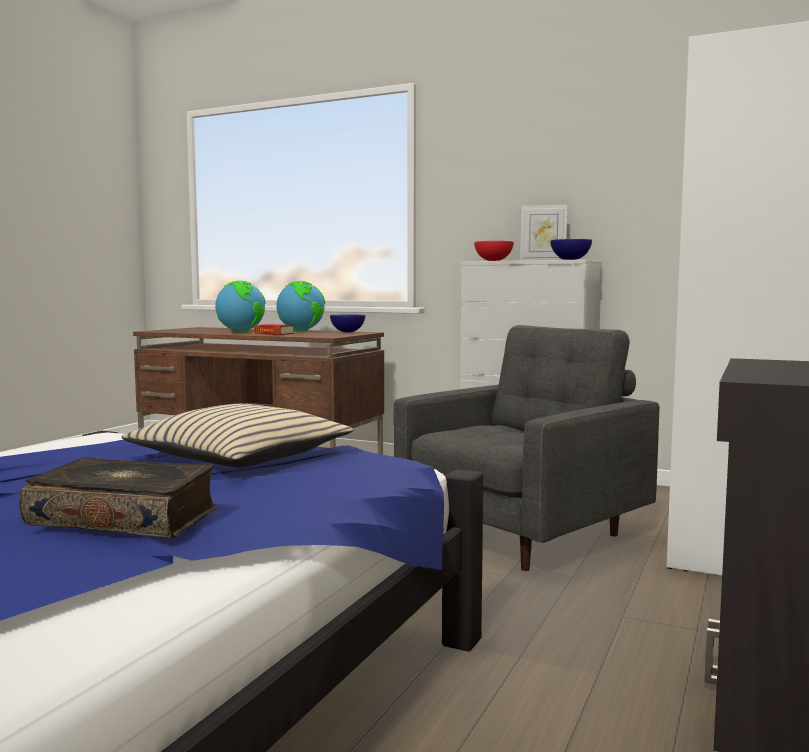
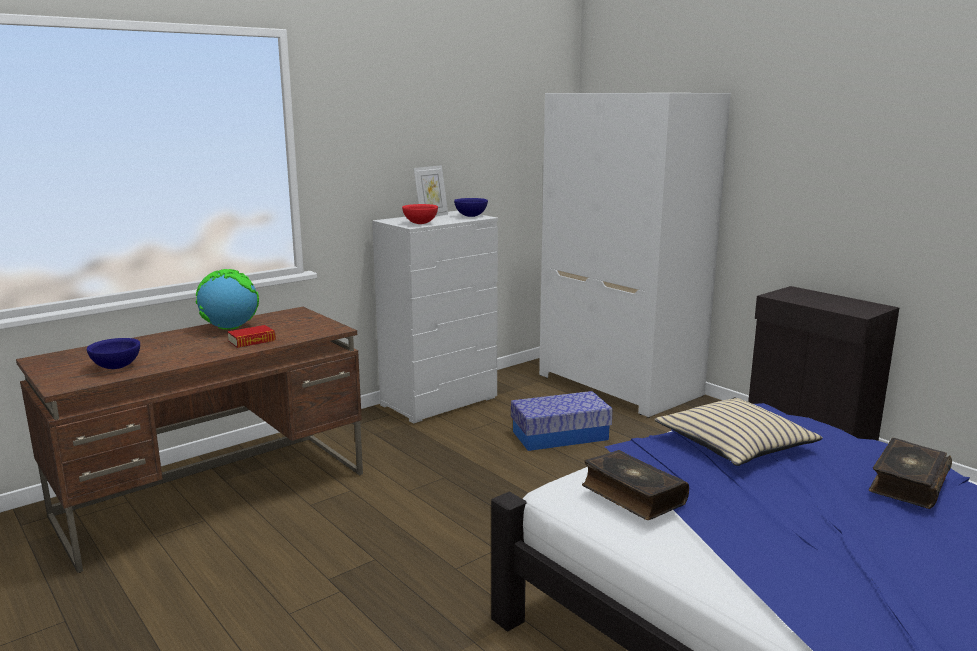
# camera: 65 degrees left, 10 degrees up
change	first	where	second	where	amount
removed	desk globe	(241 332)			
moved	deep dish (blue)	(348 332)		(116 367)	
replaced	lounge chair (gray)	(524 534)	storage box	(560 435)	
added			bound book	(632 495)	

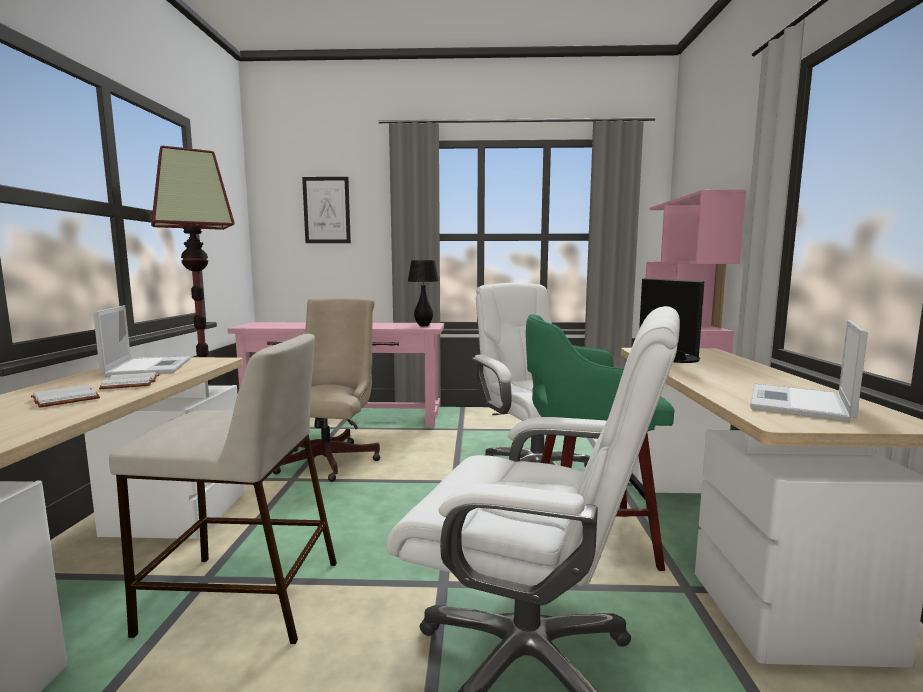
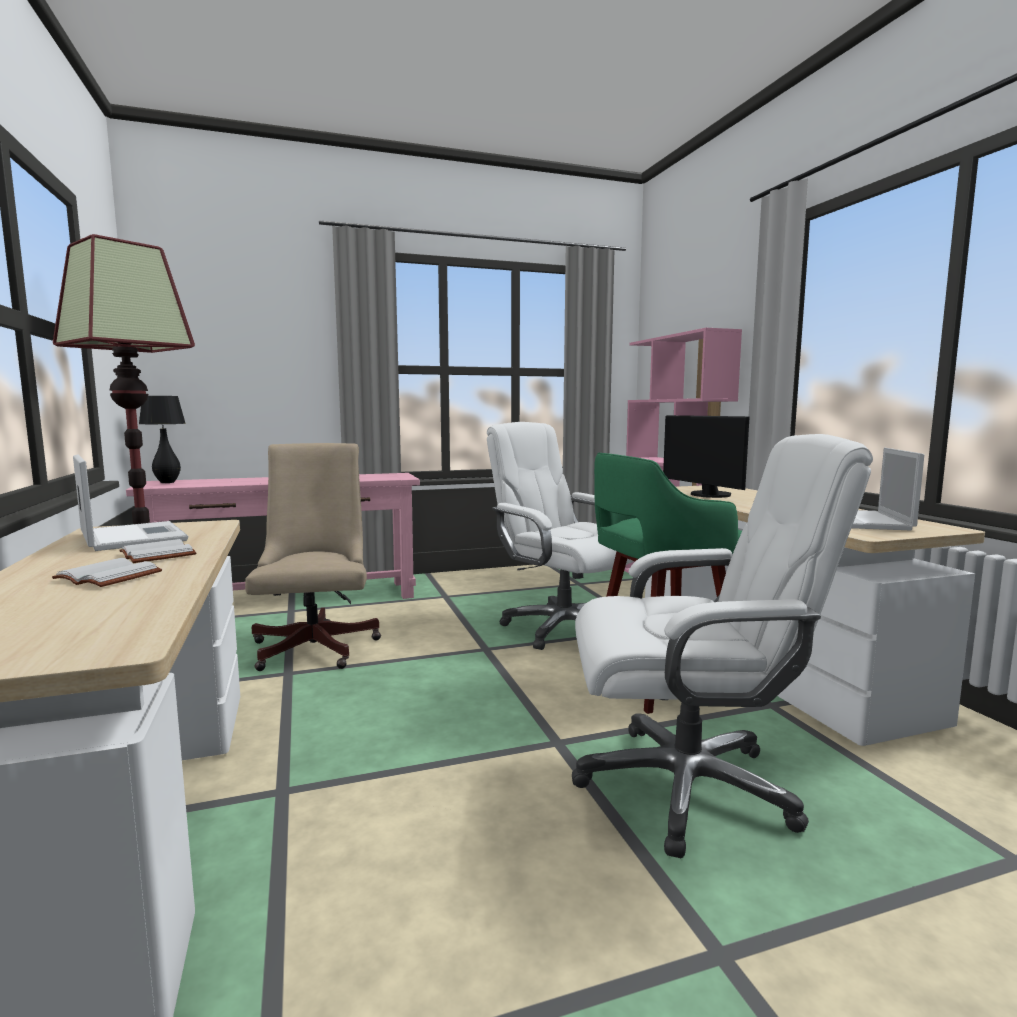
# camera: 20 degrees left, 0 degrees up
change	first	where	second	where	amount
removed	sitting stool (sand-coloured)	(241 596)			
removed	wall art	(326 210)			
moved	tabletop lamp (blackish)	(423 325)		(167 482)	

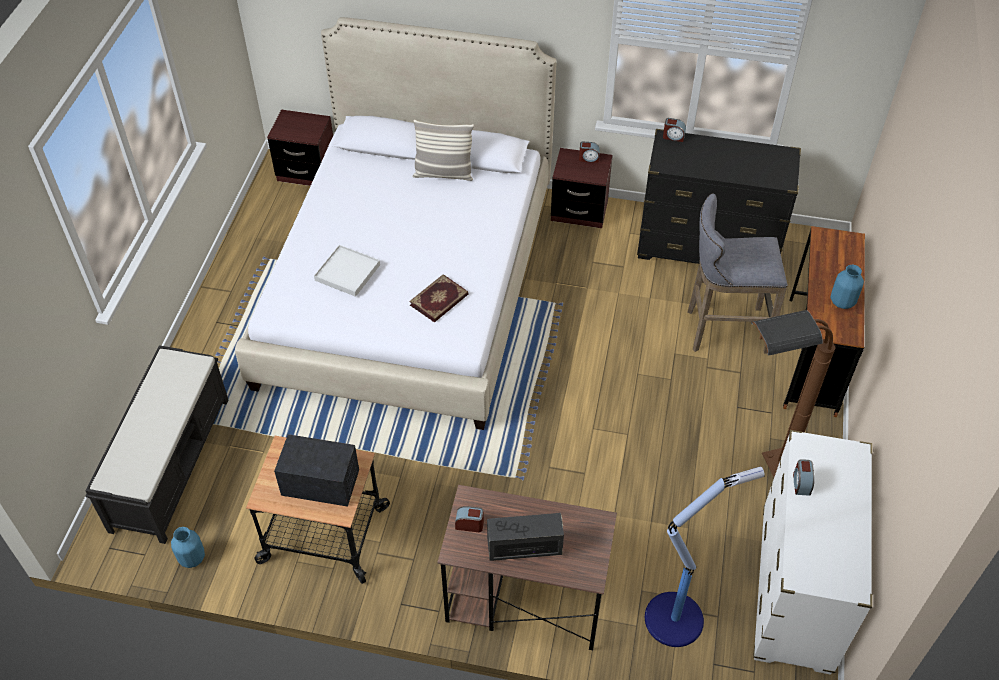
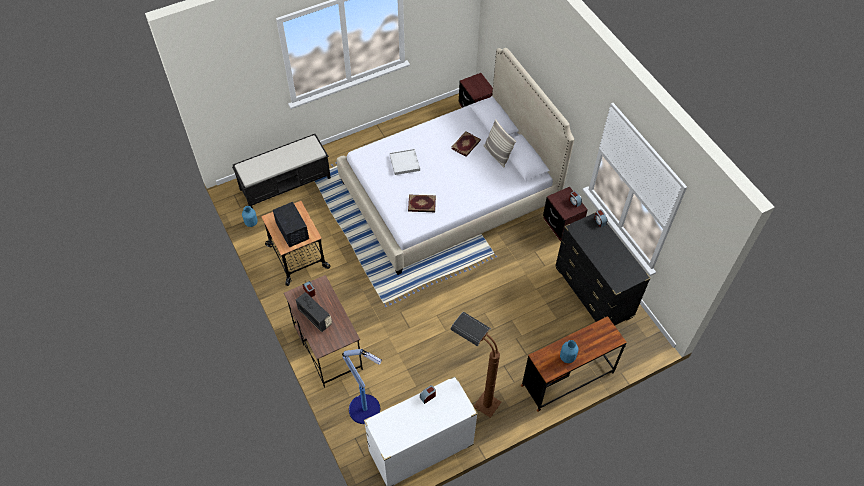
# camera: 50 degrees right, 5 degrees up
change	first	where	second	where	amount
removed	sitting stool (gray)	(722 330)			
added			bound book	(466 145)	

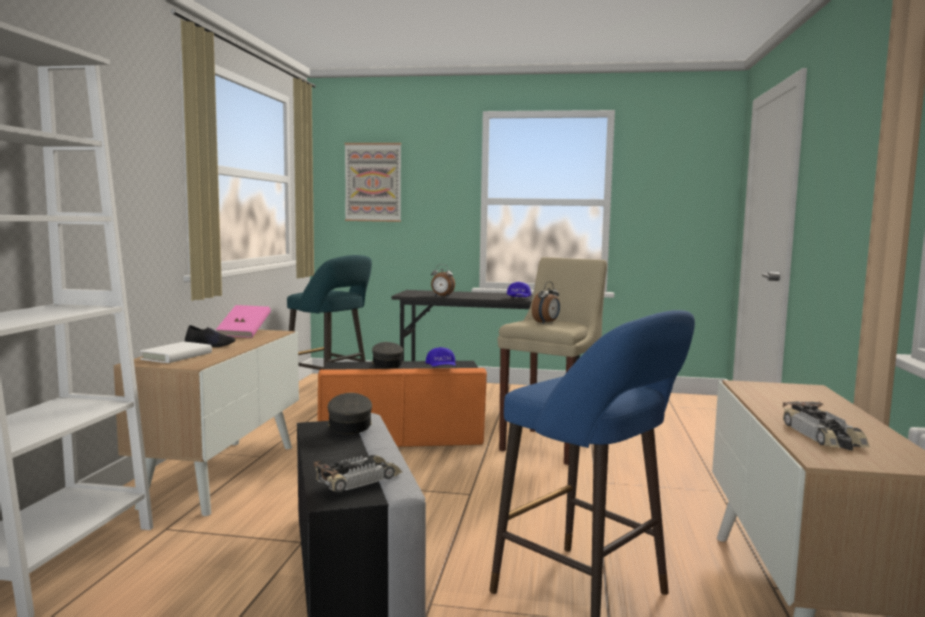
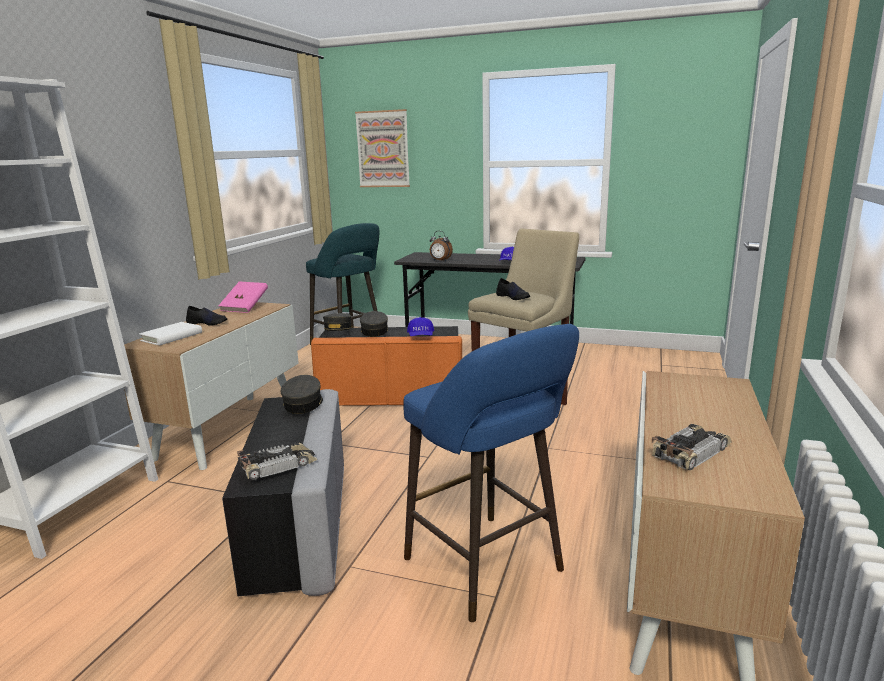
# camera: 10 degrees right, 10 degrees up
change	first	where	second	where	amount
replaced	bedside clock	(546 323)	item of footwear (blackish)	(513 297)	
turned	model car	(823 436)		(692 452)	135 degrees counterclockwise
added			peaked cap (gray)	(337 331)	

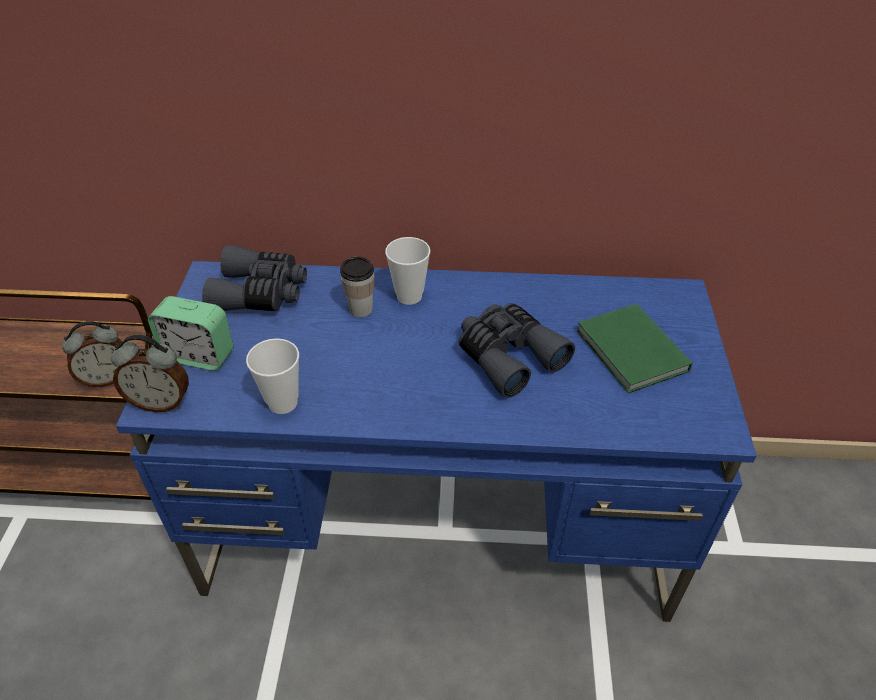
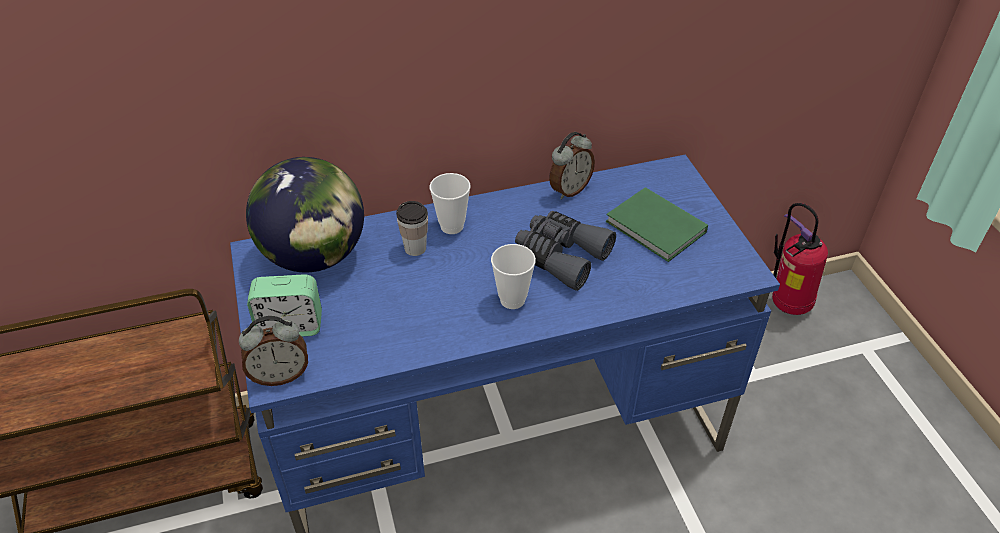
# camera: 20 degrees left, 0 degrees up
change	first	where	second	where	amount
moved	bedside clock	(107 378)		(569 190)	
replaced	binoculars (gray)	(260 293)	desk globe	(315 256)	
moved	cup	(283 403)		(512 300)	
added			fire extinguisher	(786 305)	

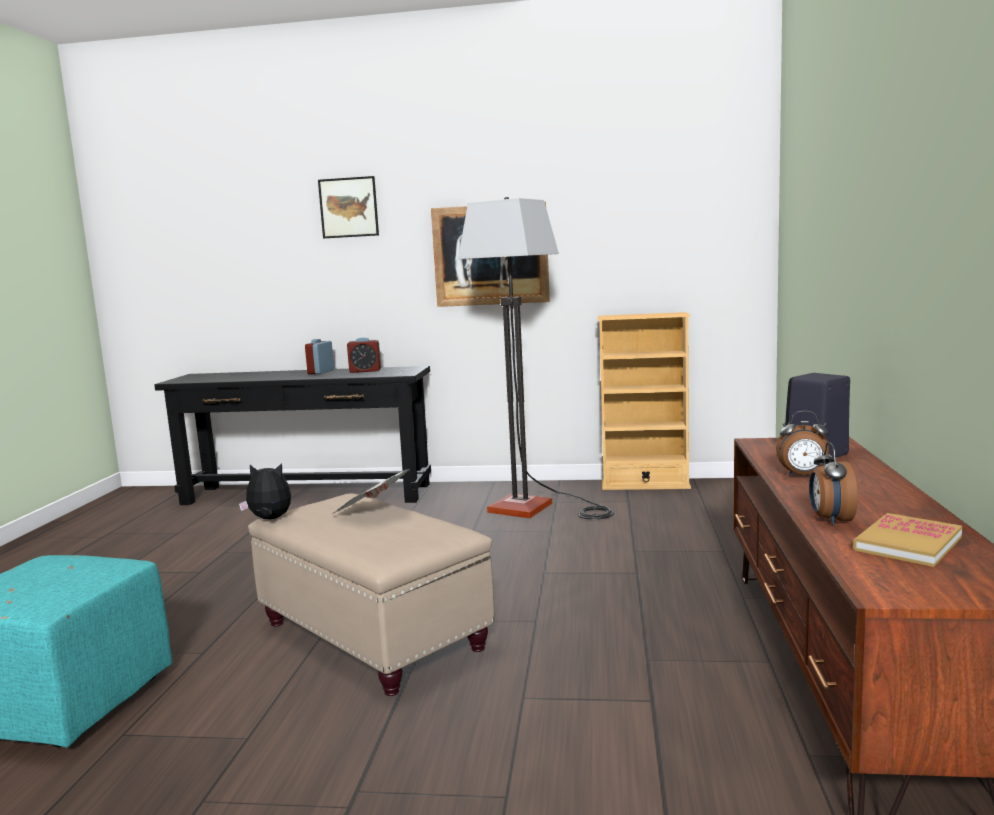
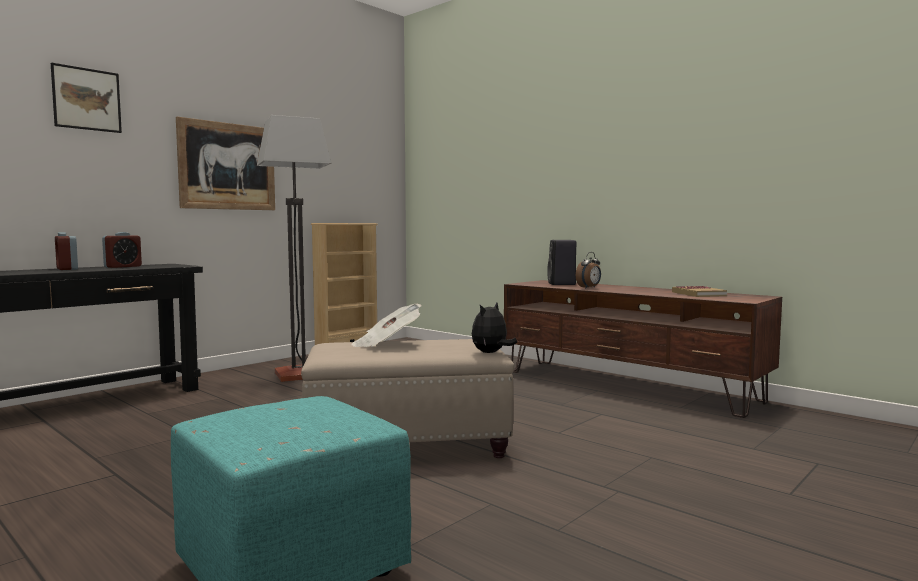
# camera: 55 degrees left, 5 degrees down
change	first	where	second	where	amount
moved	plush toy	(270 519)		(491 353)	
removed	bedside clock	(830 520)			

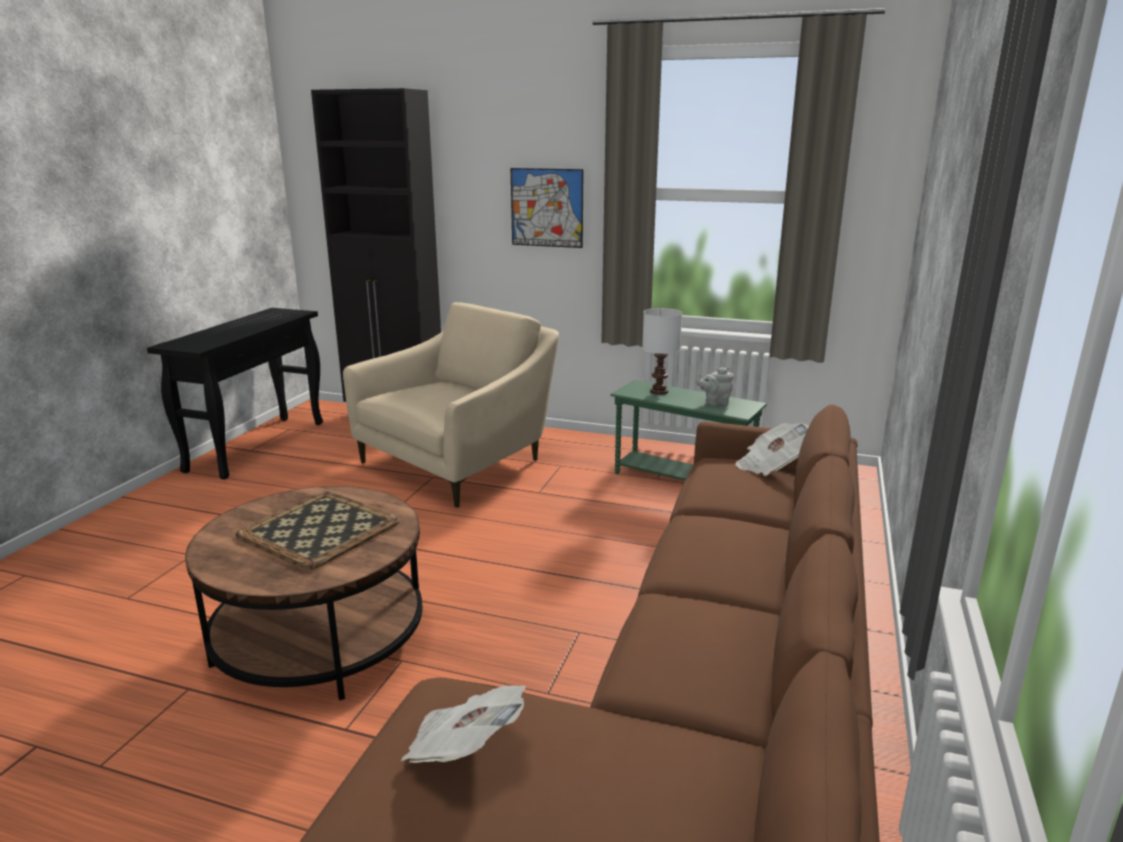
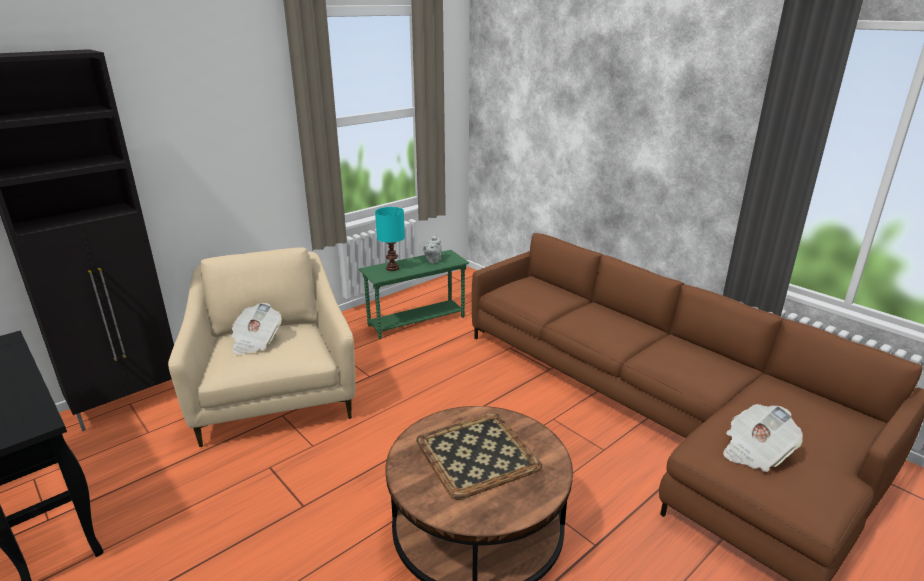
# camera: 60 degrees left, 5 degrees up
change	first	where	second	where	amount
removed	wall art	(547 208)			
recoloured	tabletop lamp (white-coloured)	(658 391)	tabletop lamp (turquoise-coloured)	(392 268)	
moved	newspaper	(771 466)		(256 341)	

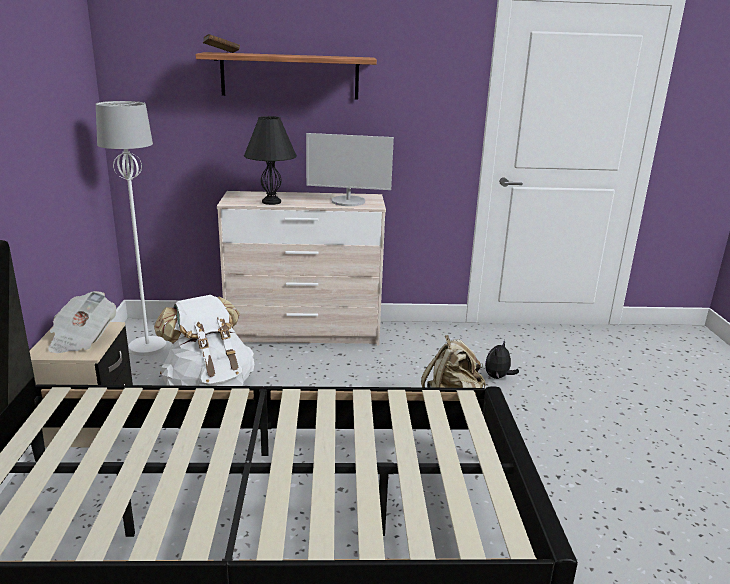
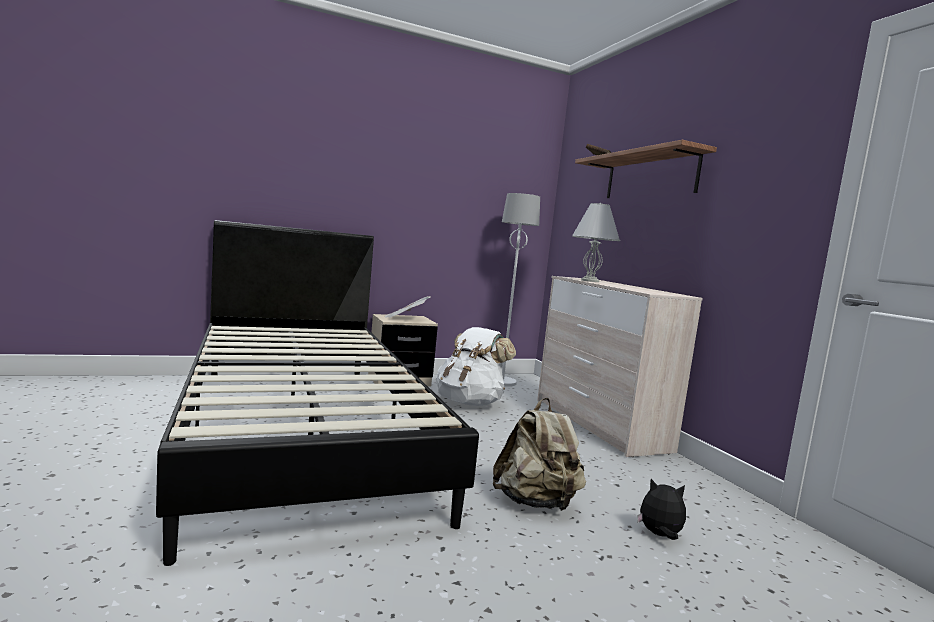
# camera: 70 degrees right, 15 degrees down
change	first	where	second	where	amount
recoloured	tabletop lamp (blackish)	(271 202)	tabletop lamp (white-coloured)	(589 281)	
removed	computer display	(348 201)			

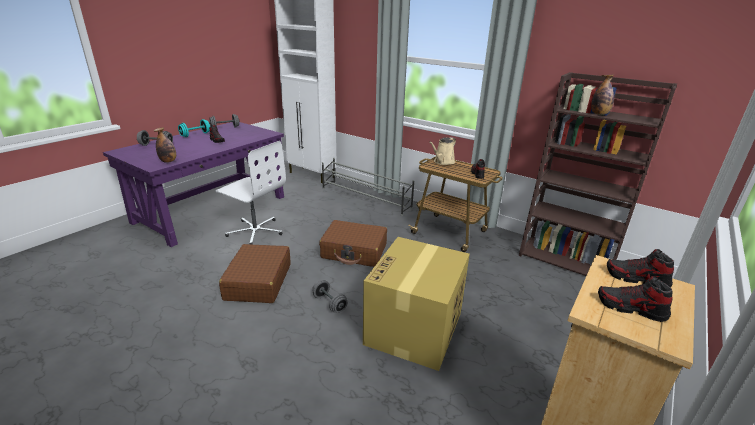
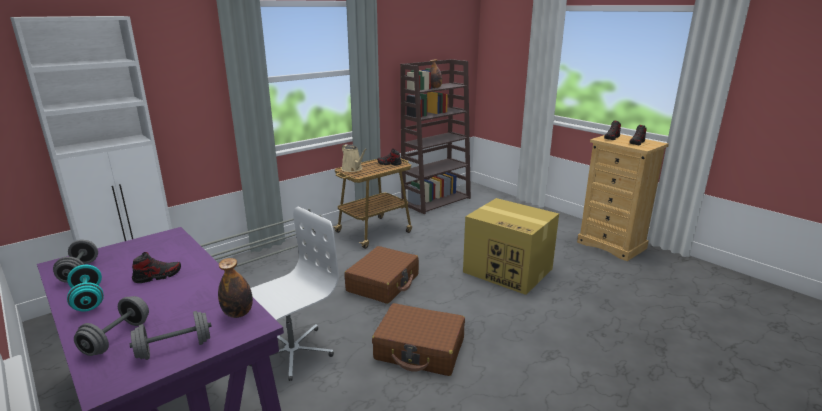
# camera: 75 degrees left, 5 degrees down
change	first	where	second	where	amount
moved	free weight (gray)	(329 303)		(174 348)	

